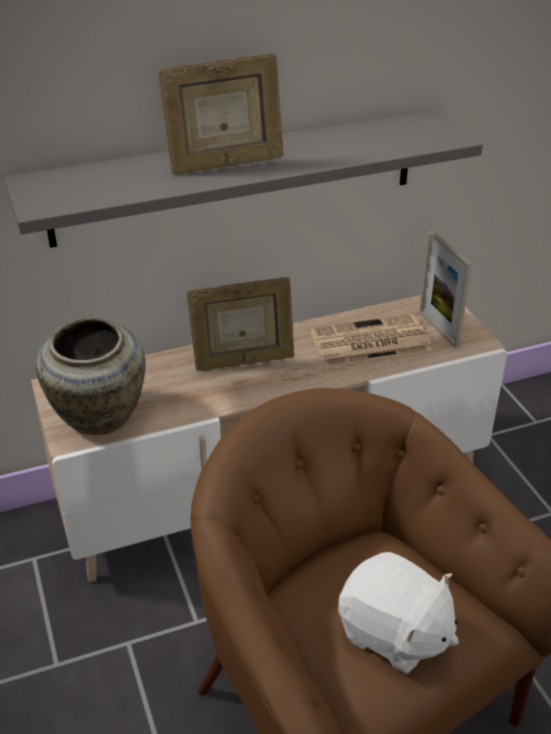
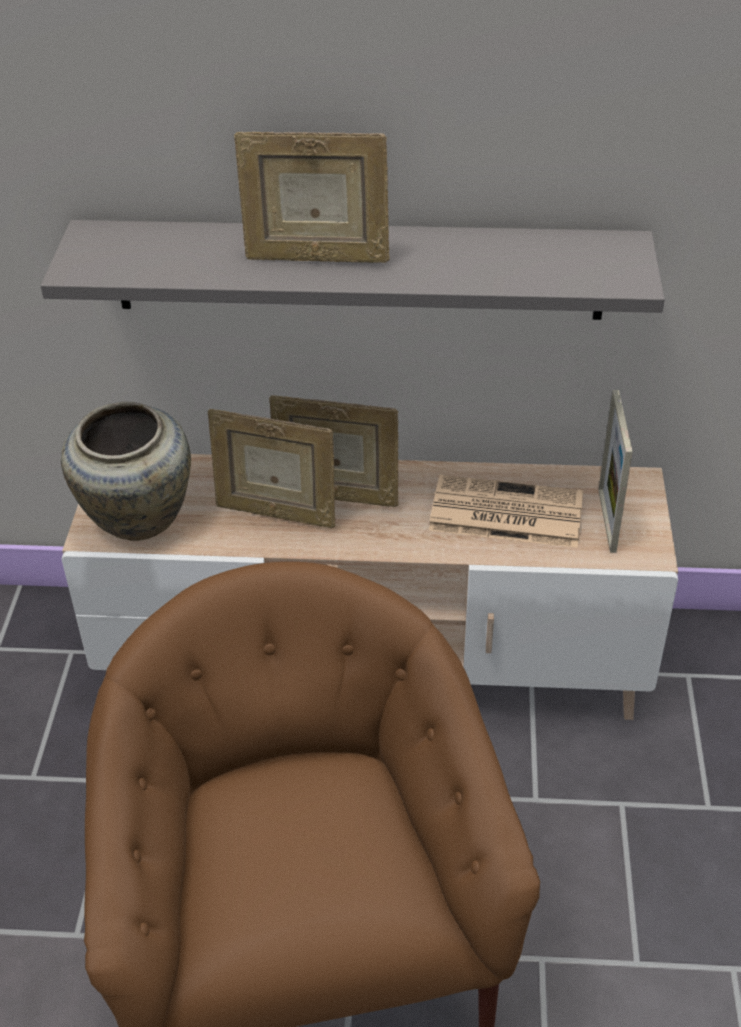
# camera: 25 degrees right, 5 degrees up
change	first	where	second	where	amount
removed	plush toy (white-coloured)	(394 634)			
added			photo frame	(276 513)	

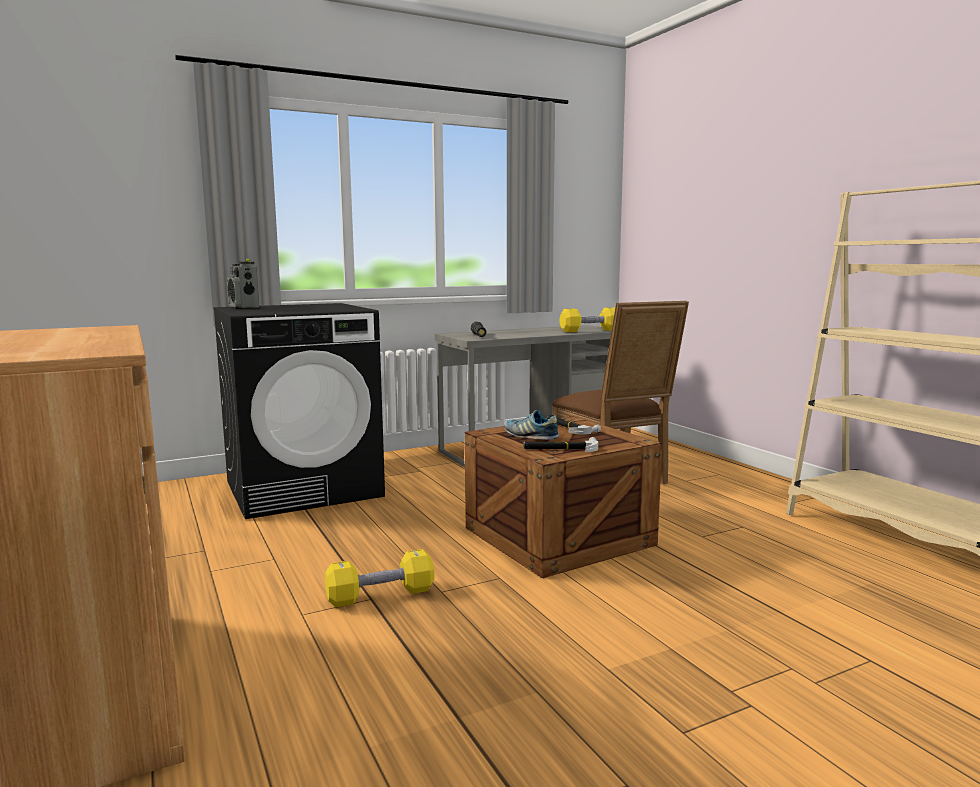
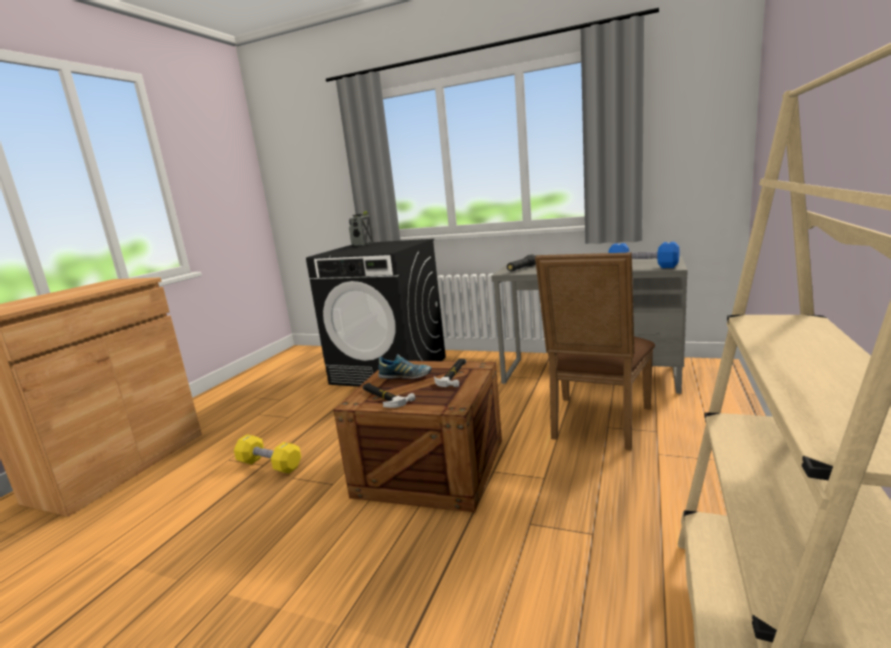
# camera: 50 degrees right, 5 degrees up
change	first	where	second	where	amount
turned	item of footwear	(530 436)		(405 377)	105 degrees clockwise
recoloured	free weight (yellowish)	(590 331)	free weight (blue)	(642 267)	

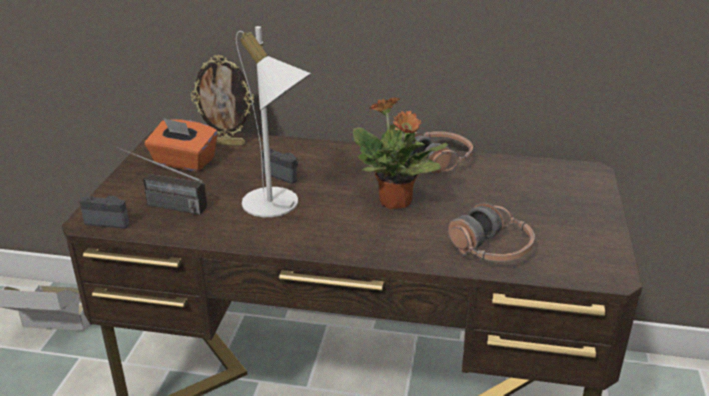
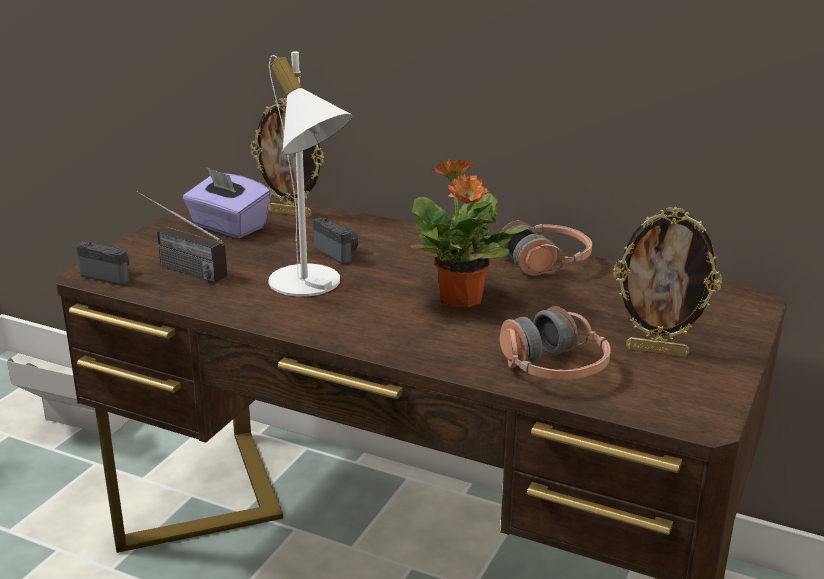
# camera: 15 degrees right, 5 degrees down
change	first	where	second	where	amount
recoloured	tissue box (orangey)	(184 162)	tissue box (purplish)	(228 227)	
added			photo frame	(657 351)	

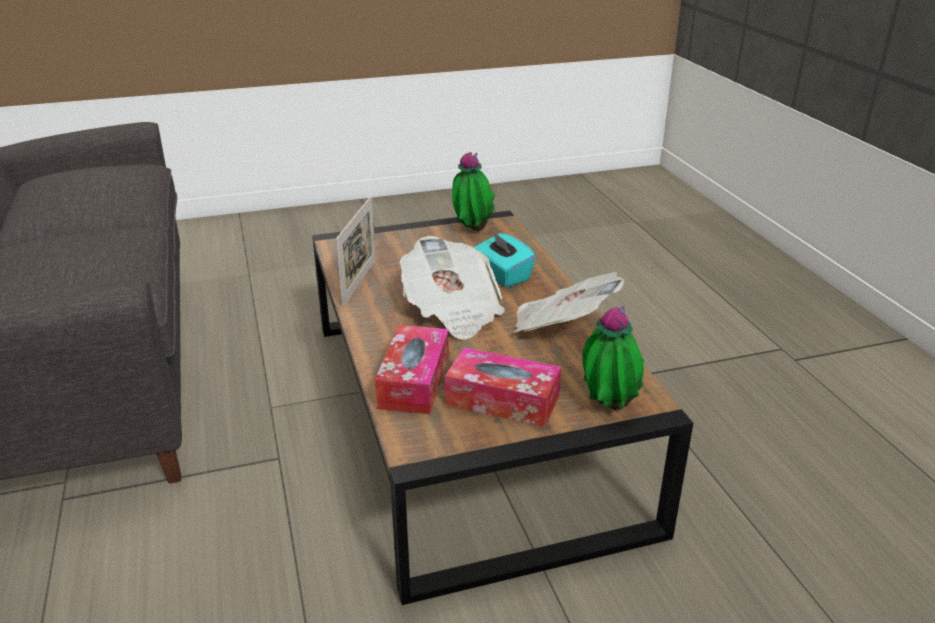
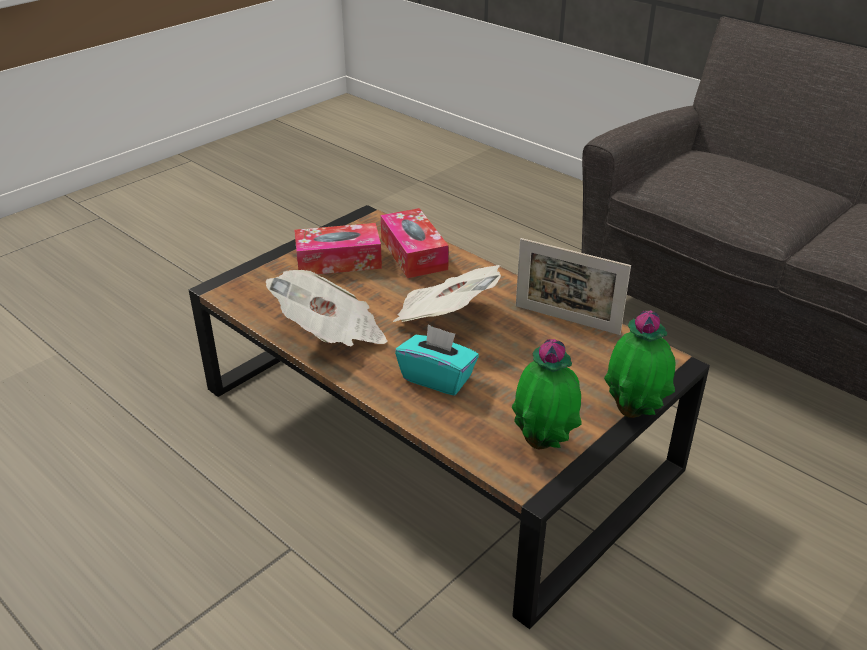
# camera: 150 degrees right, 5 degrees up
change	first	where	second	where	amount
turned	photo frame	(359 282)		(566 320)	45 degrees counterclockwise
moved	potted plant	(607 408)		(634 411)	

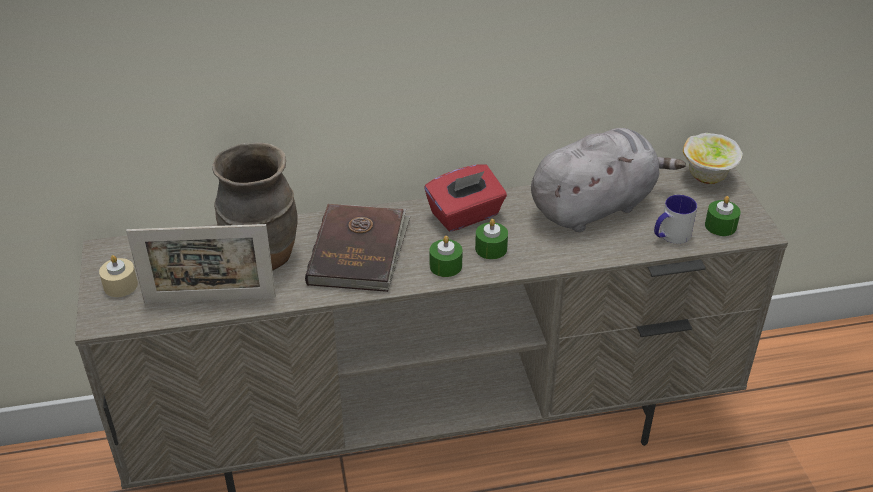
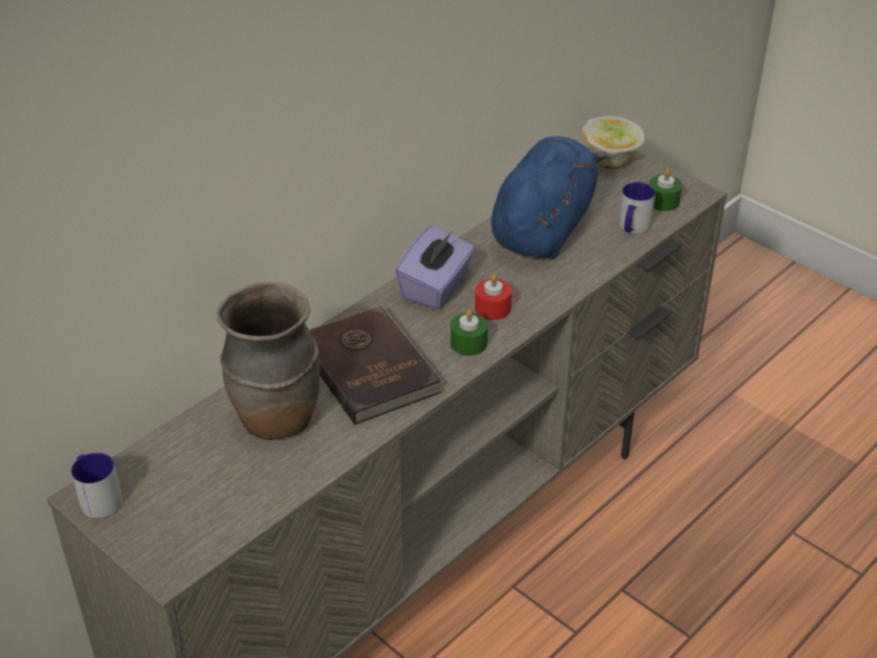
# camera: 35 degrees left, 0 degrees up
change	first	where	second	where	amount
removed	candle (sand-coloured)	(120 285)			
removed	photo frame	(210 299)			
recoloured	tissue box (red)	(465 215)	tissue box (purplish)	(436 287)	
recoloured	candle (green)	(491 248)	candle (red)	(492 308)	
recoloured	plush toy (gray)	(595 206)	plush toy (blue)	(544 228)	
added			coffee mug	(97 497)	

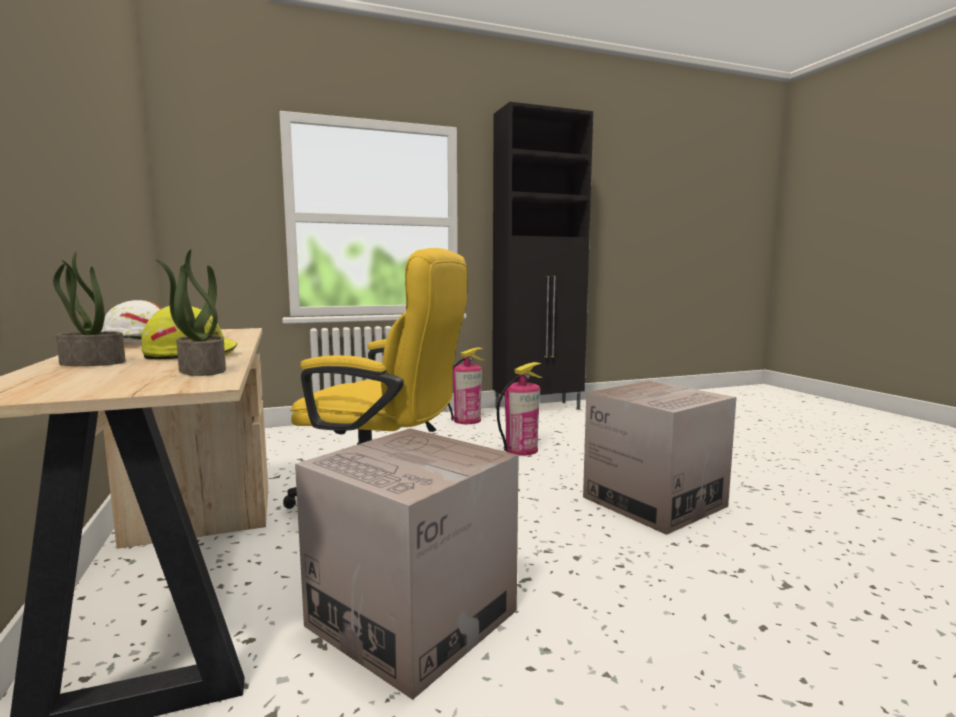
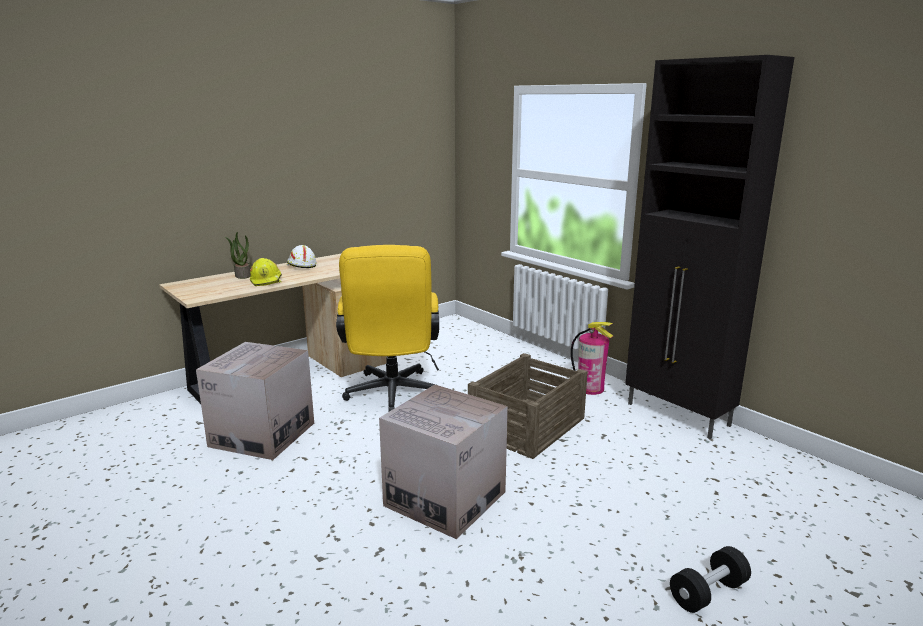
# camera: 70 degrees right, 10 degrees up
change	first	where	second	where	amount
removed	potted plant	(201 370)			
replaced	fire extinguisher	(521 450)	packing crate	(528 425)	
added			free weight (blackish)	(708 593)	

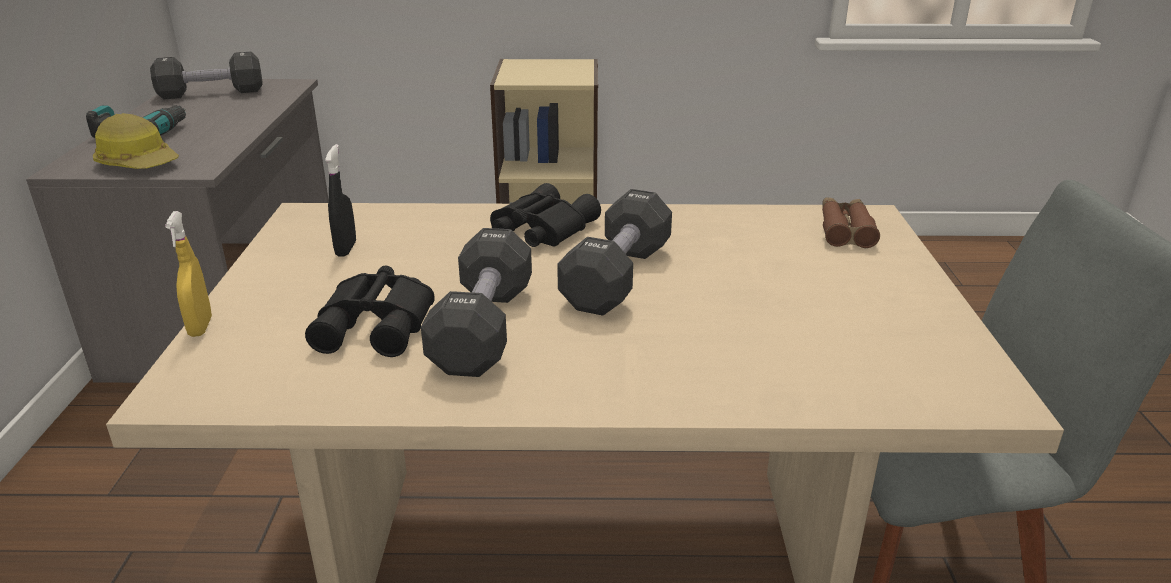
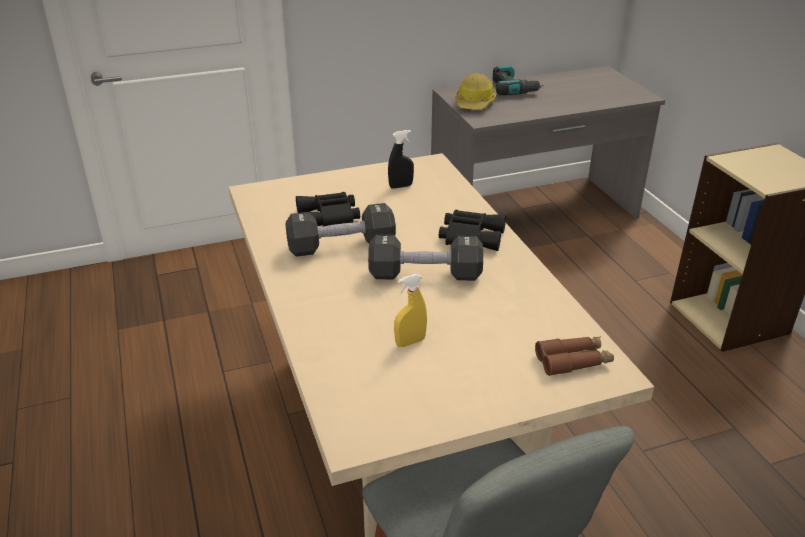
# camera: 70 degrees right, 5 degrees up
change	first	where	second	where	amount
removed	free weight (blackish)	(211 93)			
moved	sprayer (yellowish)	(200 327)		(410 342)	

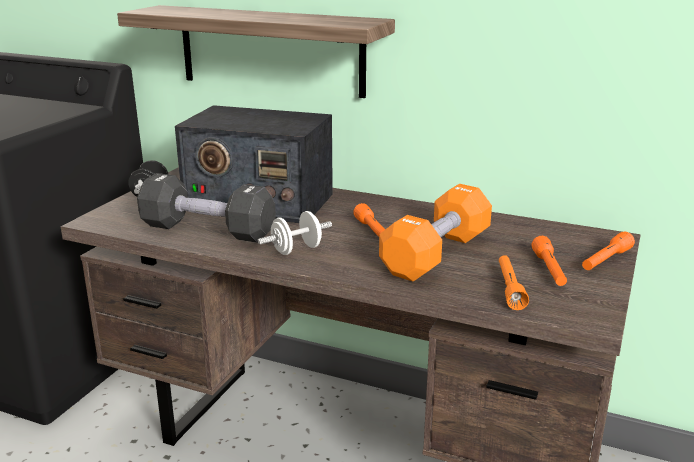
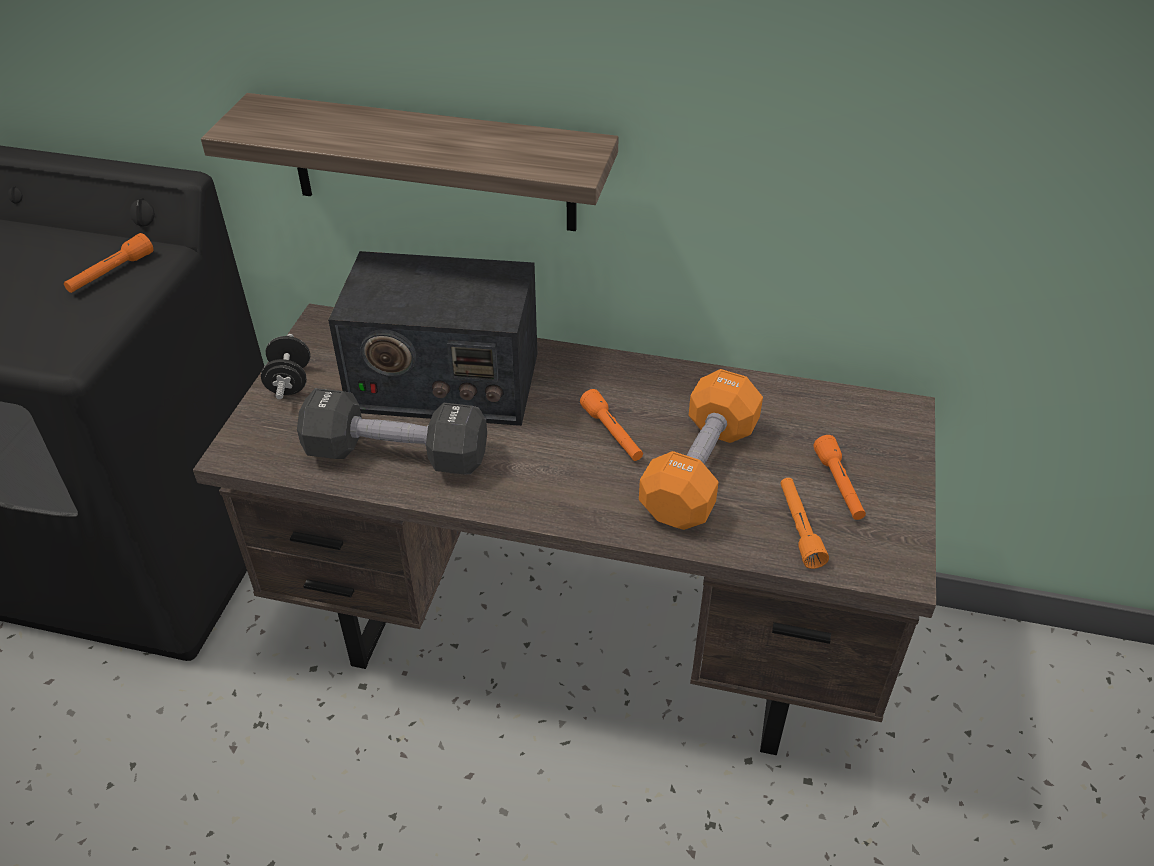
# camera: 10 degrees left, 20 degrees up
change	first	where	second	where	amount
removed	free weight (white-coloured)	(296 250)			
moved	flashlight (orangey)	(605 261)		(111 273)	

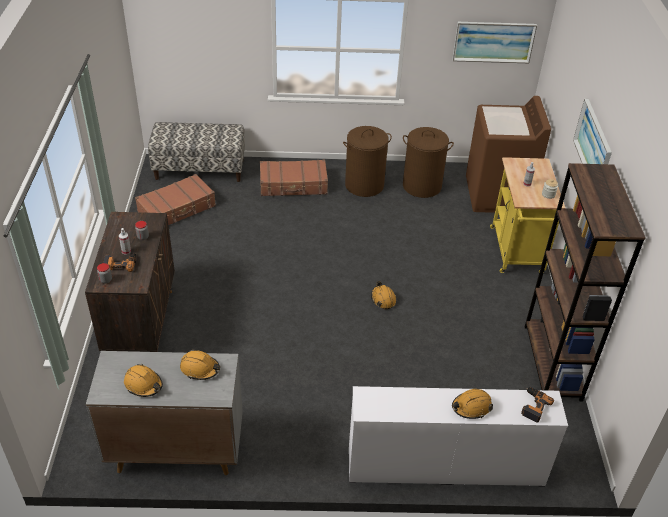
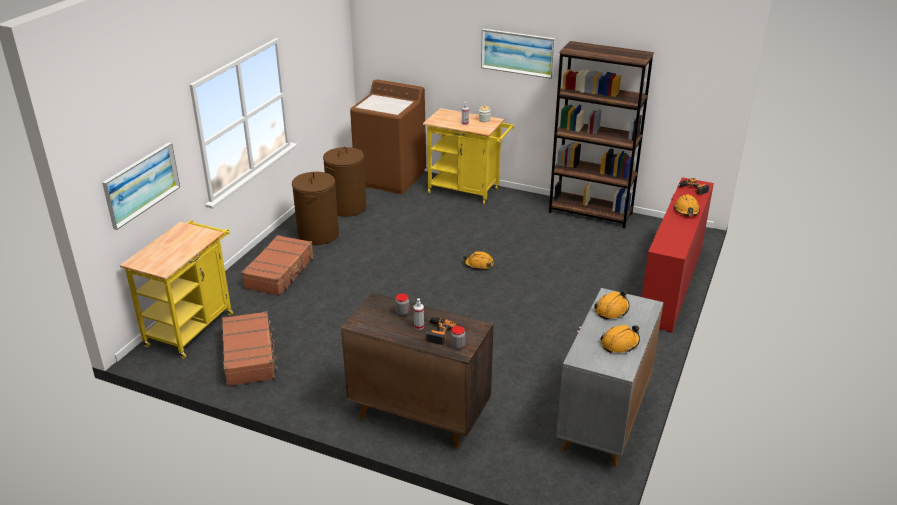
# camera: 65 degrees left, 10 degrees down
change	first	where	second	where	amount
replaced	bench	(200 169)	cart (yellowish)	(193 326)	
recoloured	dresser (white-coloured)	(444 466)	dresser (red)	(671 285)	
moved	wall art	(493 41)		(141 184)	

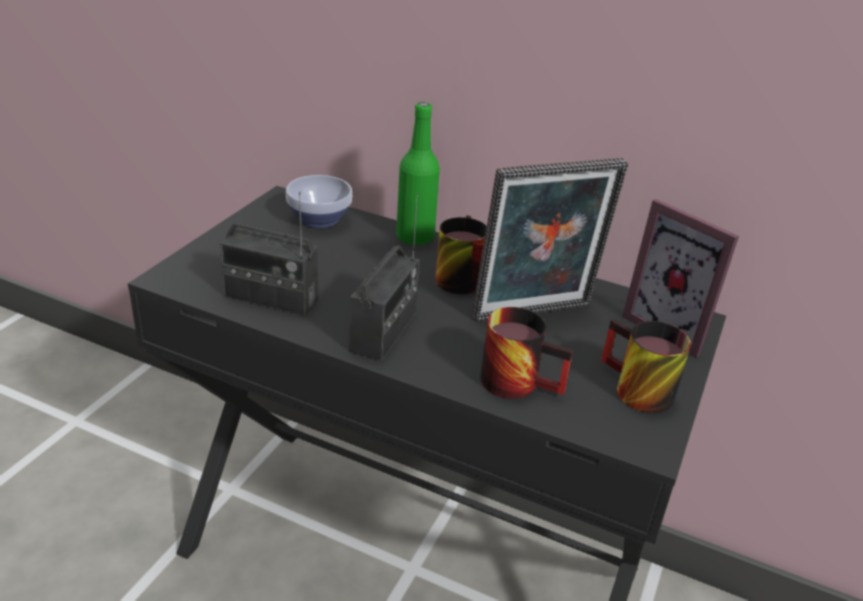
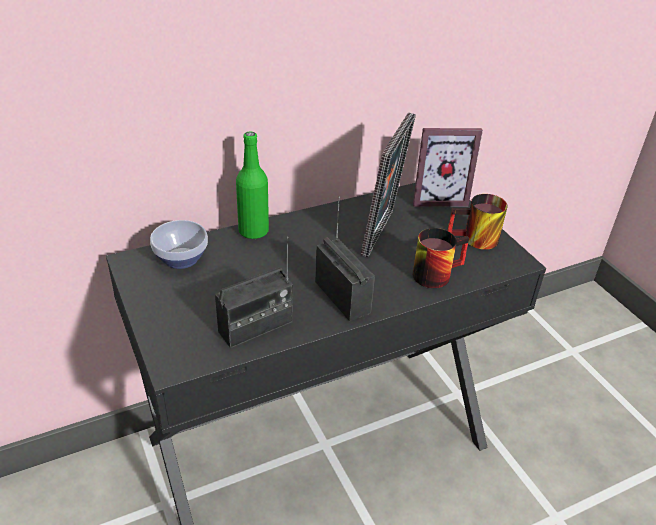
# camera: 50 degrees left, 5 degrees up
change	first	where	second	where	amount
removed	coffee mug	(455 275)			

